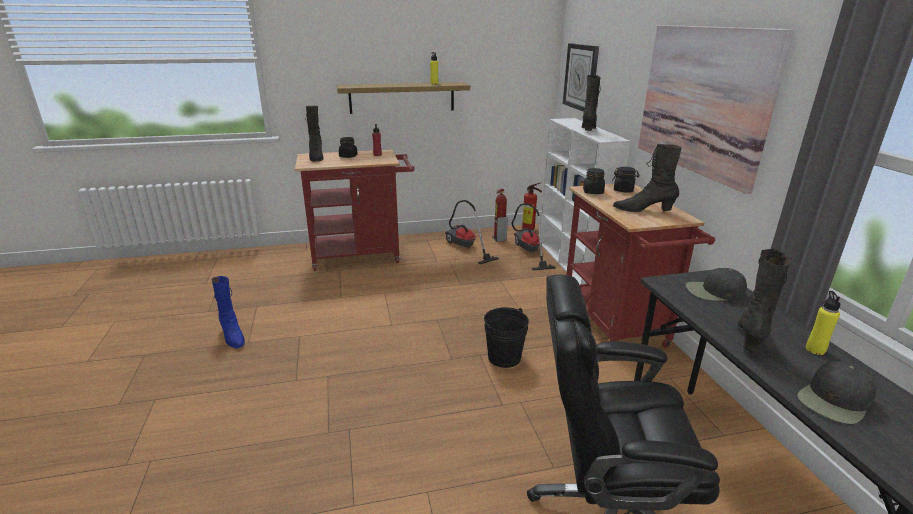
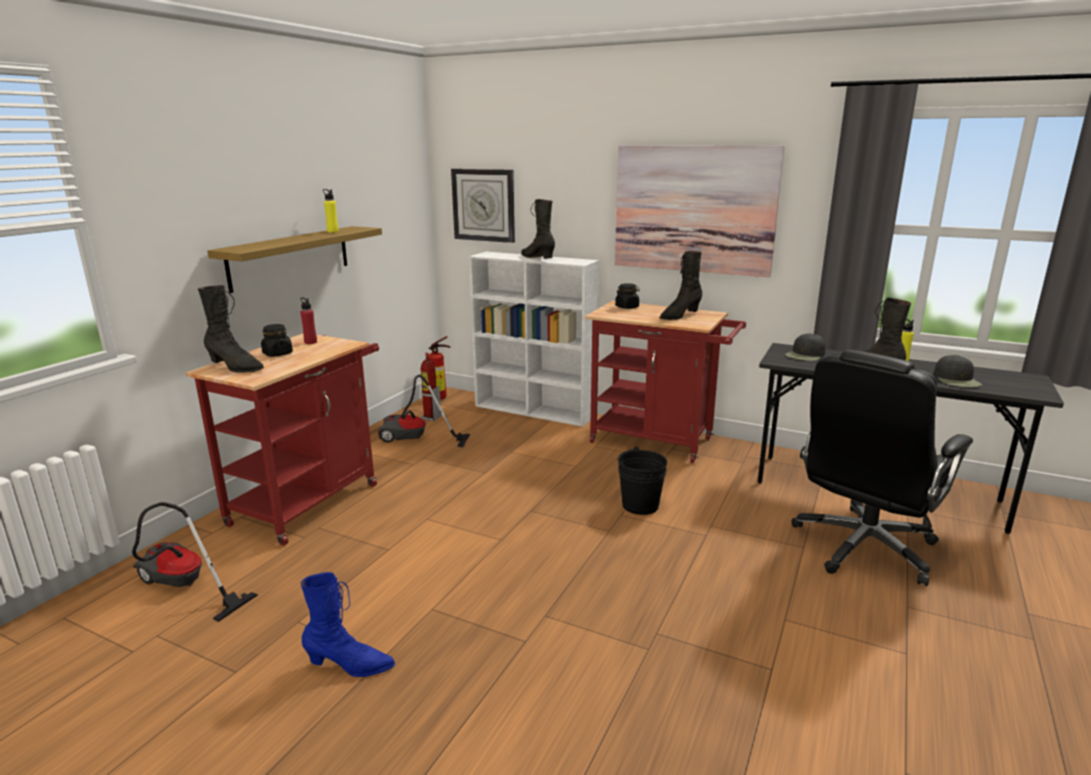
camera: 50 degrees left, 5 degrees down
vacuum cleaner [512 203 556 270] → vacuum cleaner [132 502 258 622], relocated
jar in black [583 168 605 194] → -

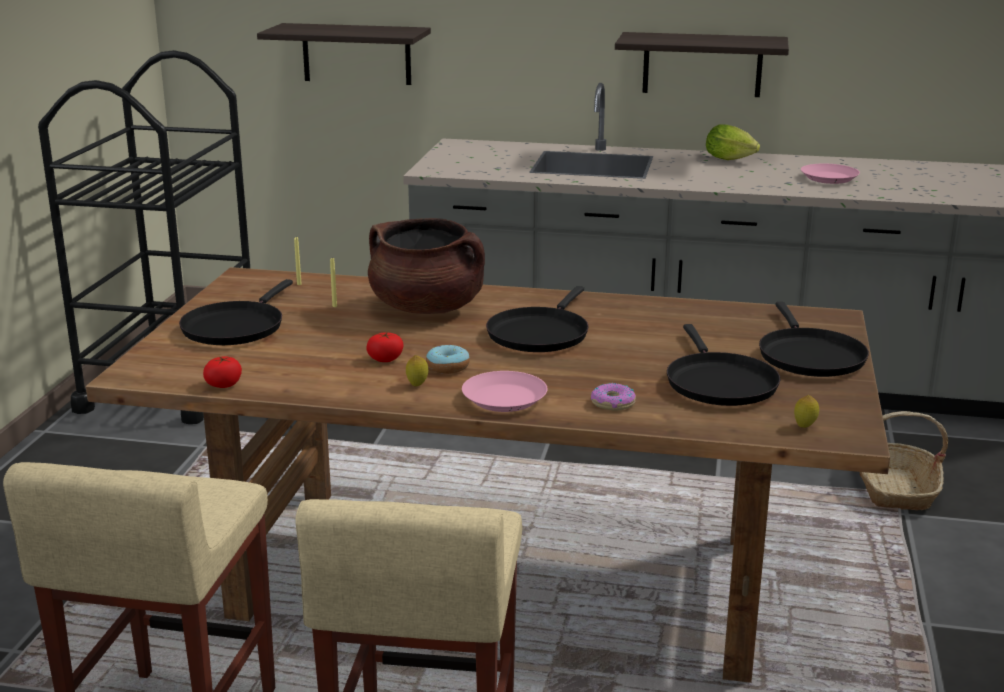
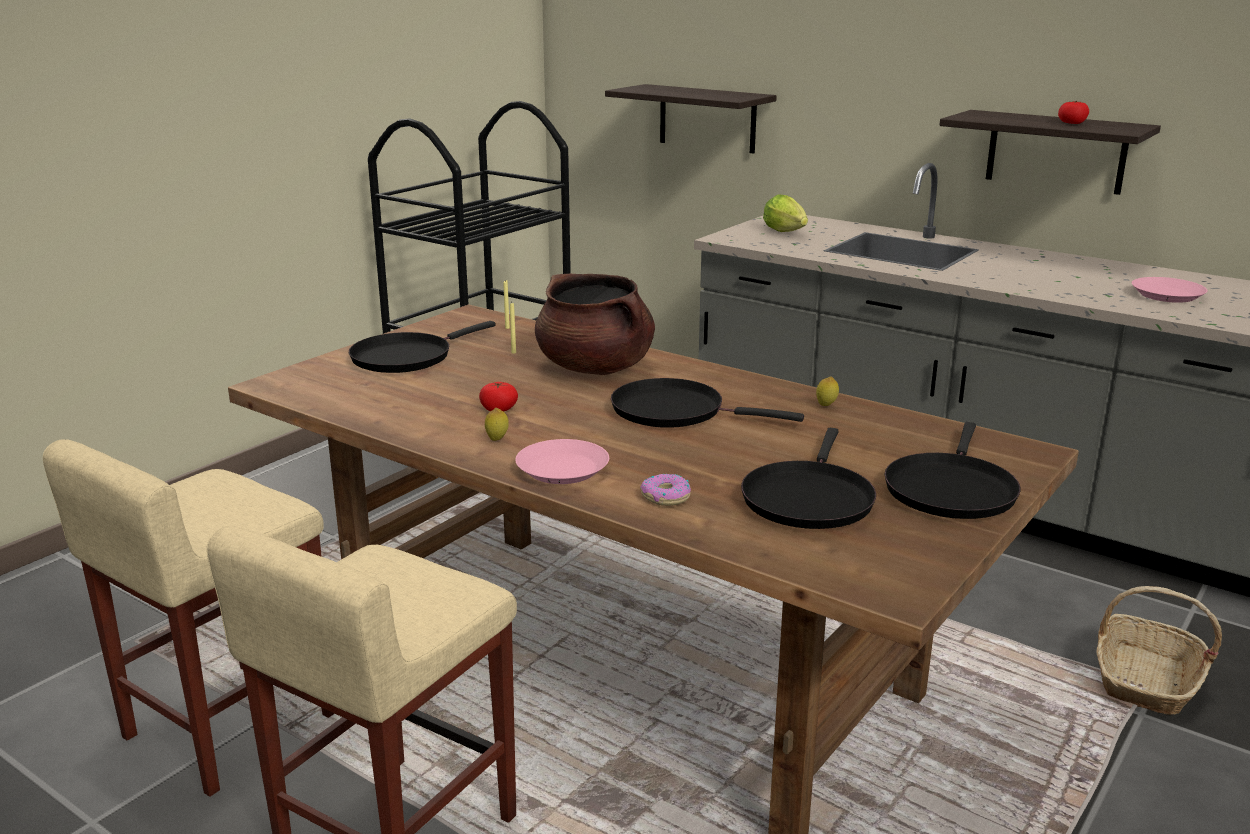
camera: 25 degrees right, 0 degrees up
tomato [203 356 242 388] → tomato [1058 101 1089 124], relocated
donut [426 345 470 374] → -
frying pan in black [486 286 589 352] → frying pan in black [611 378 804 428], 60 degrees clockwise
lettuce [706 125 760 160] → lettuce [763 194 808 232], relocated
lemon [794 395 819 428] → lemon [816 376 839 406], relocated

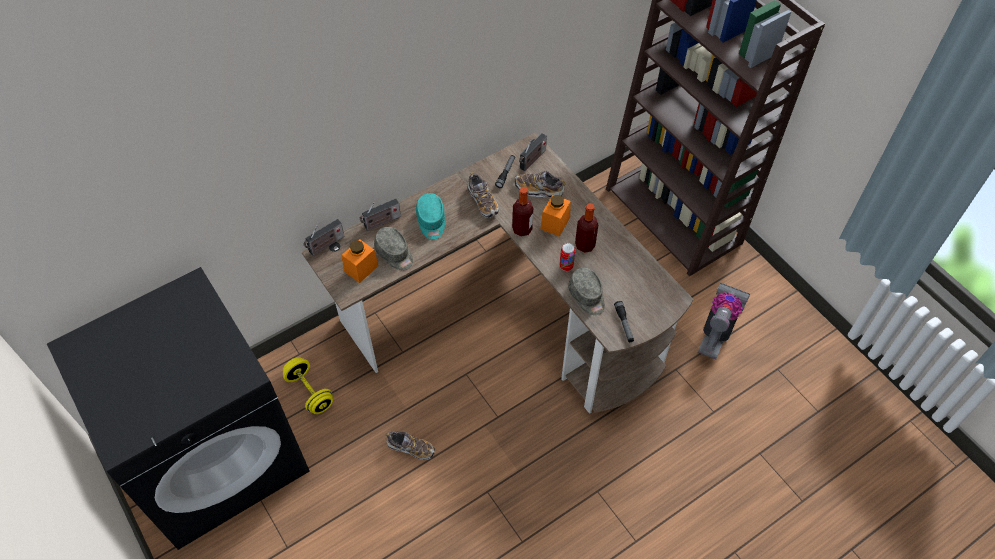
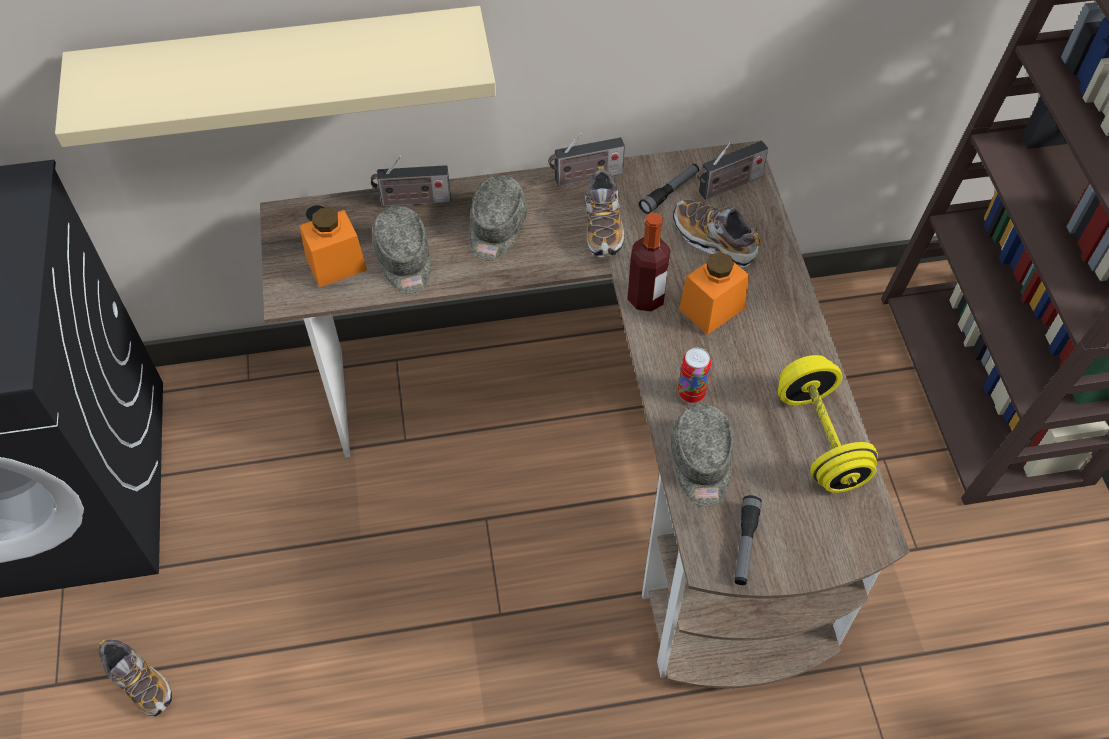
camera: 25 degrees right, 0 degrees up
dumbbell in yellow [283 357 333 414] → dumbbell in yellow [778 355 878 493], relocated
radio [303 219 344 256] → radio [548 133 625 187], relocated
shoe [385 431 435 460] → shoe [99 639 172 717], relocated
cap in turquoise [416 193 445 240] → cap in grey [470 175 527 261]
bottle [575 203 598 253] → -
vacuum cleaner [698 283 750 360] → -
- → shelf in beige [55 6 496 147]

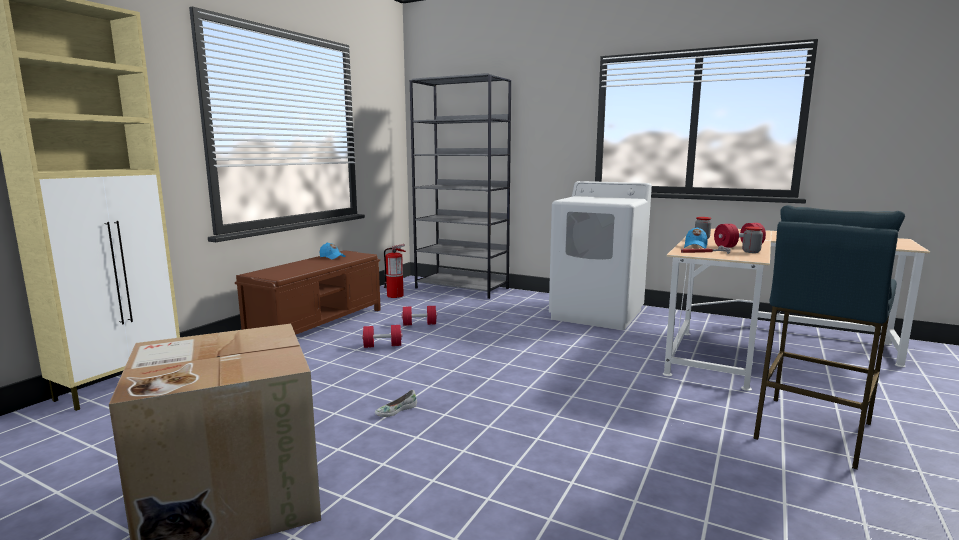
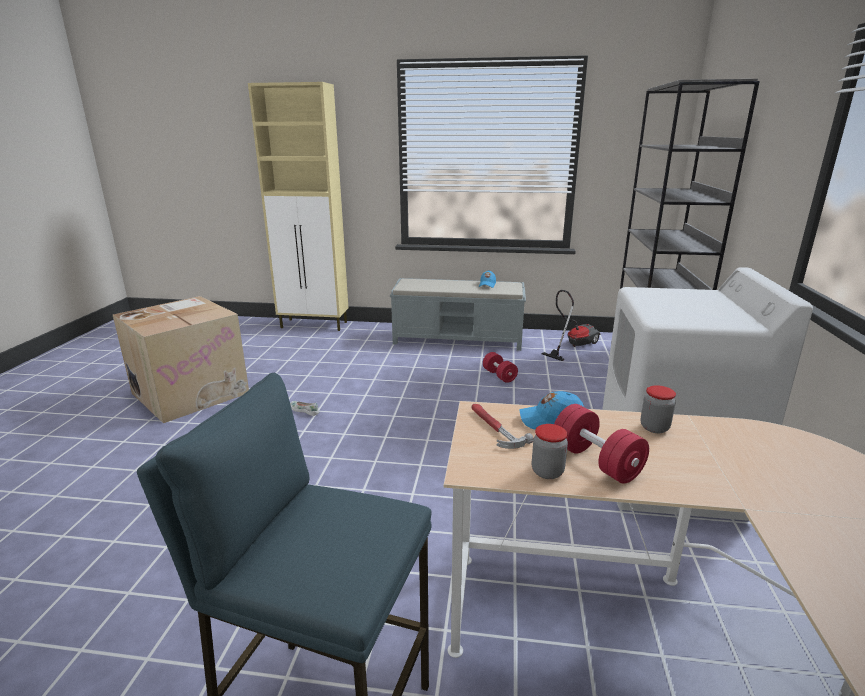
camera: 70 degrees right, 10 degrees up
bench in brown [235 250 381 335] → bench in grey [390 278 526 351]
dumbbell in red [362 325 403 348] → -
fire extinguisher [384 244 406 298] → vacuum cleaner [541 290 600 361]

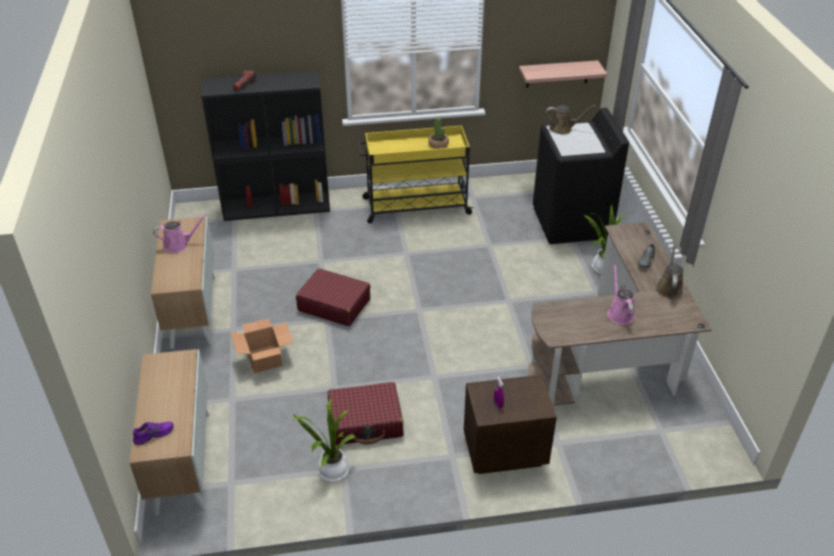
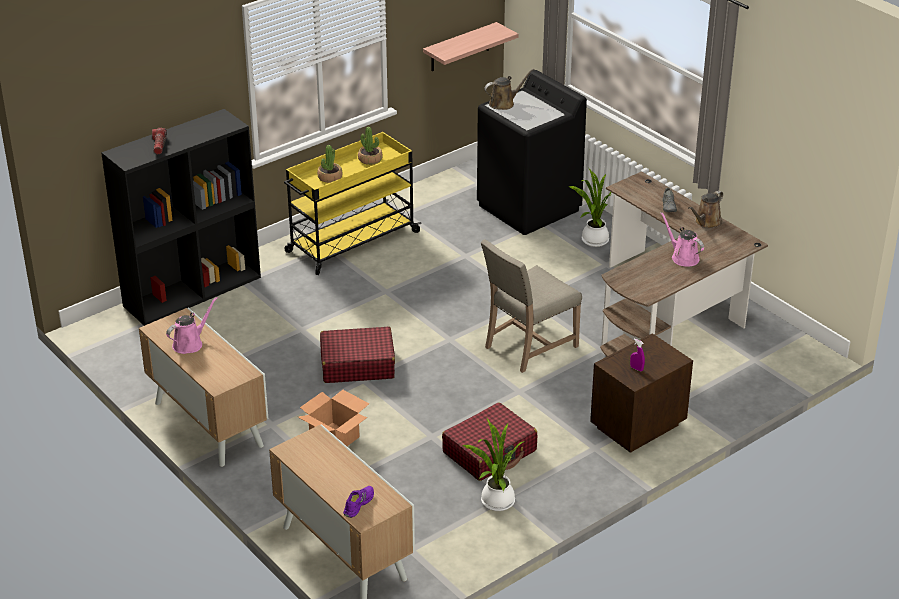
camera: 30 degrees left, 5 degrees down
watering can in brown [656 241 683 299] → watering can in brown [688 191 723 228], 120 degrees counterclockwise
- → potted plant [317 145 343 183]
- → chair in beige [481 239 582 373]

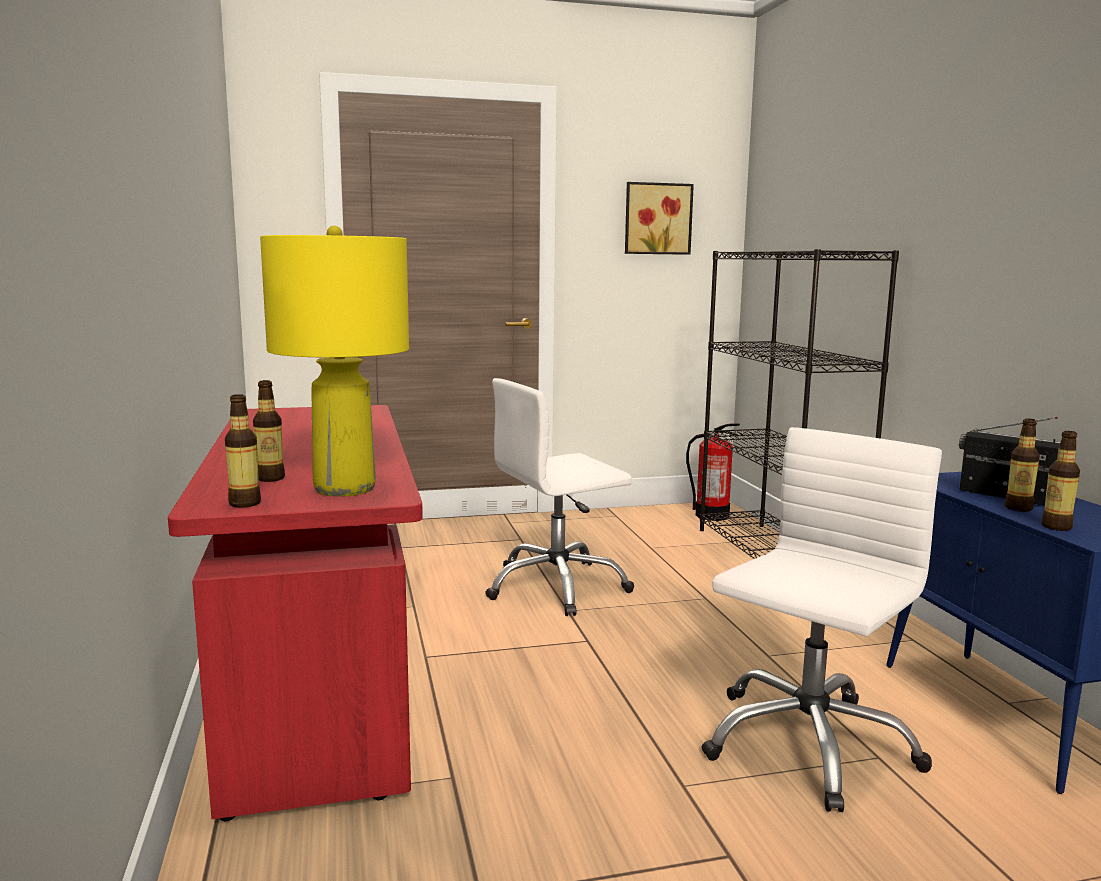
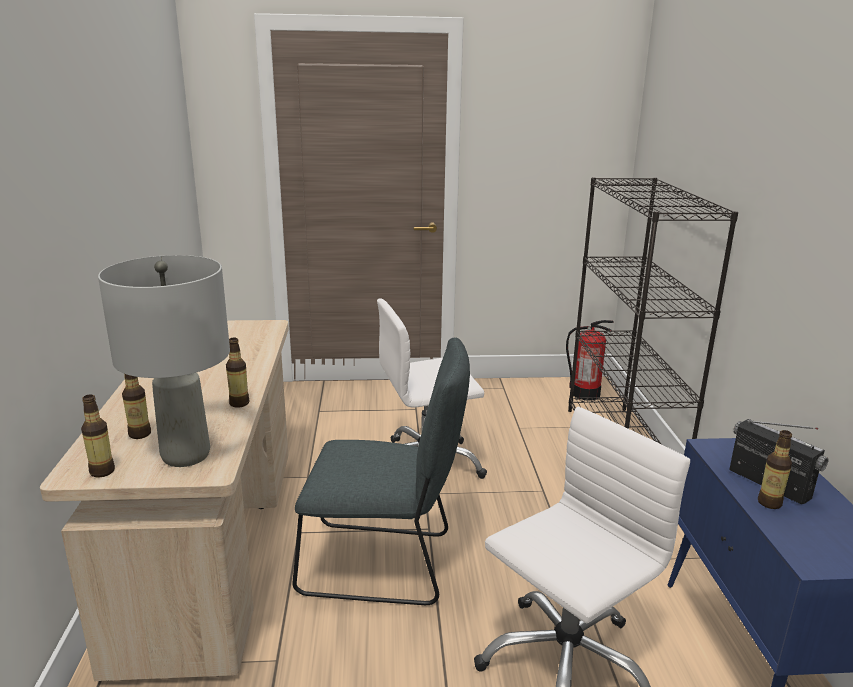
camera: 10 degrees right, 10 degrees up
desk in red [168 405 423 821] → desk in beige [40 320 289 681]
table lamp in yellow [260 226 409 497] → table lamp in grey [98 255 230 467]
picture [625 182 694 255] → -
bottle [1041 431 1080 531] → bottle [226 337 249 408], relocated
- → chair in grey [292 338 470 605]

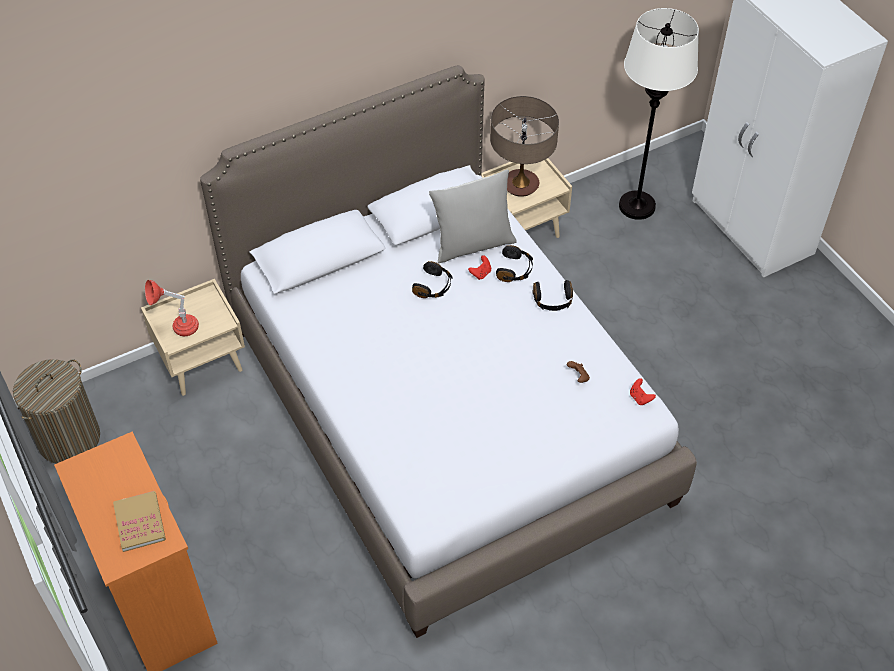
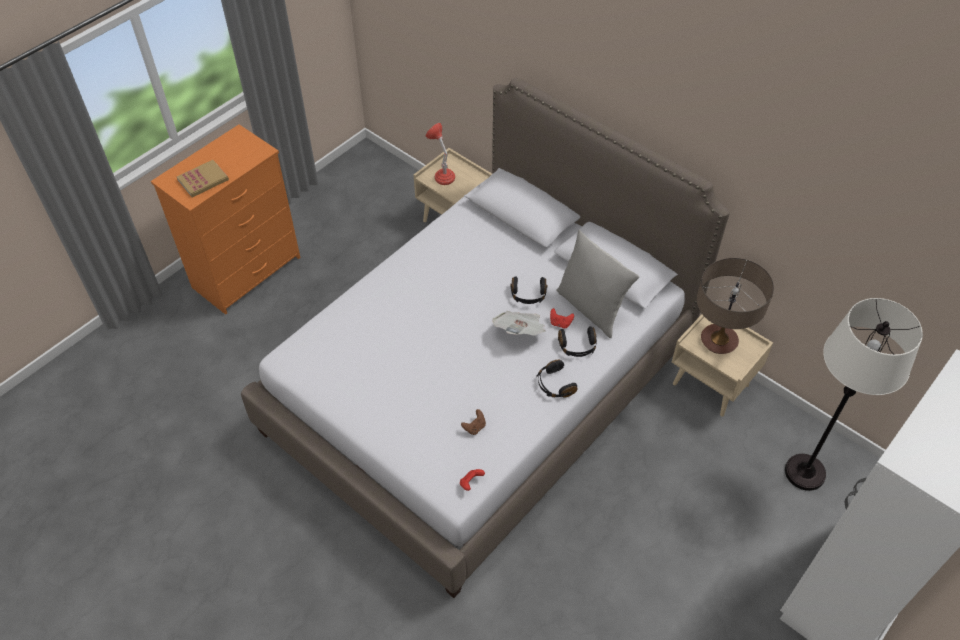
camera: 70 degrees right, 0 degrees up
laundry basket [13 359 100 464] → -
- → newspaper [492 311 546 336]

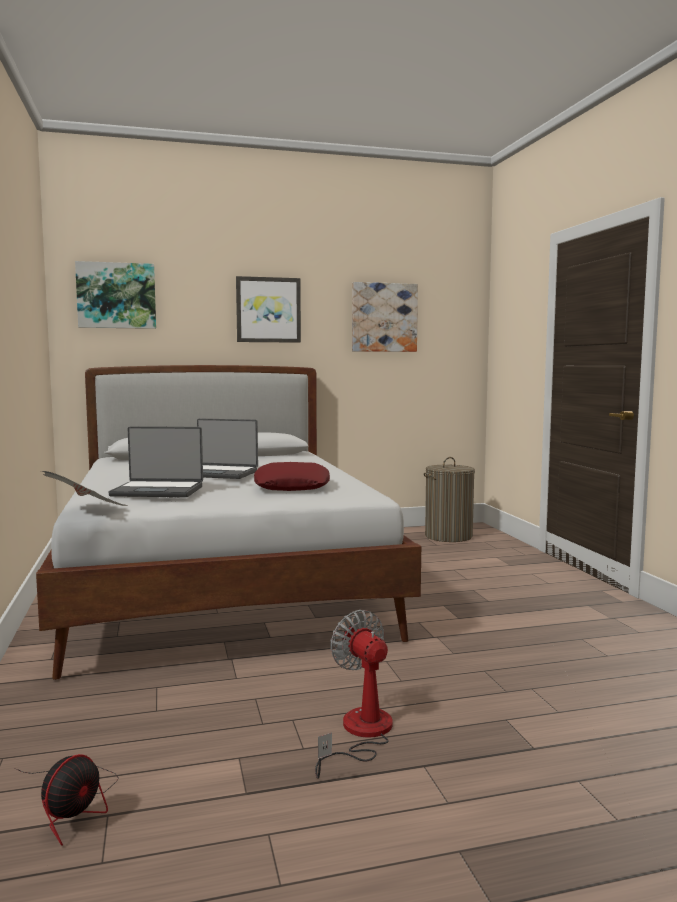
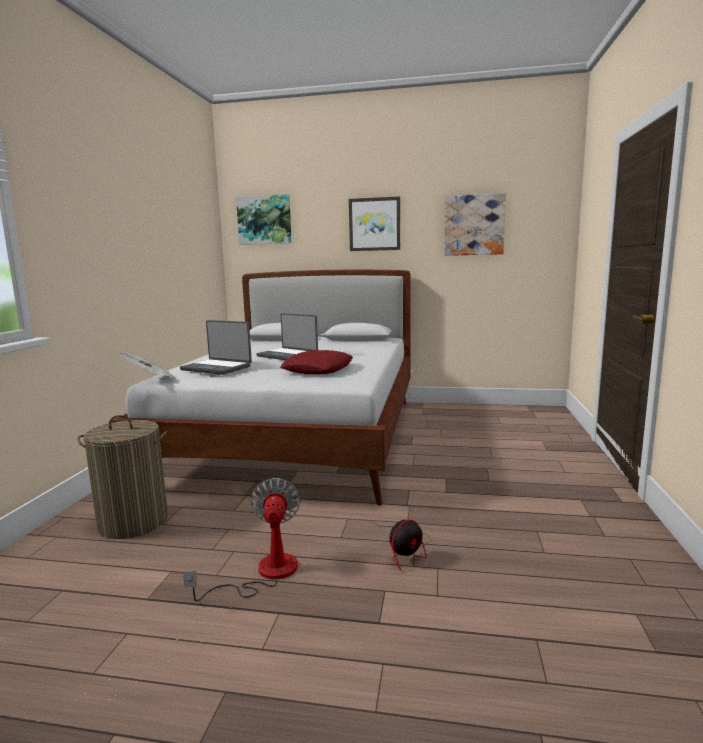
camera: 25 degrees right, 5 degrees up
fan [14 754 119 846] → fan [370 520 432 571], relocated
laundry basket [424 457 475 542] → laundry basket [77 415 168 539], relocated

